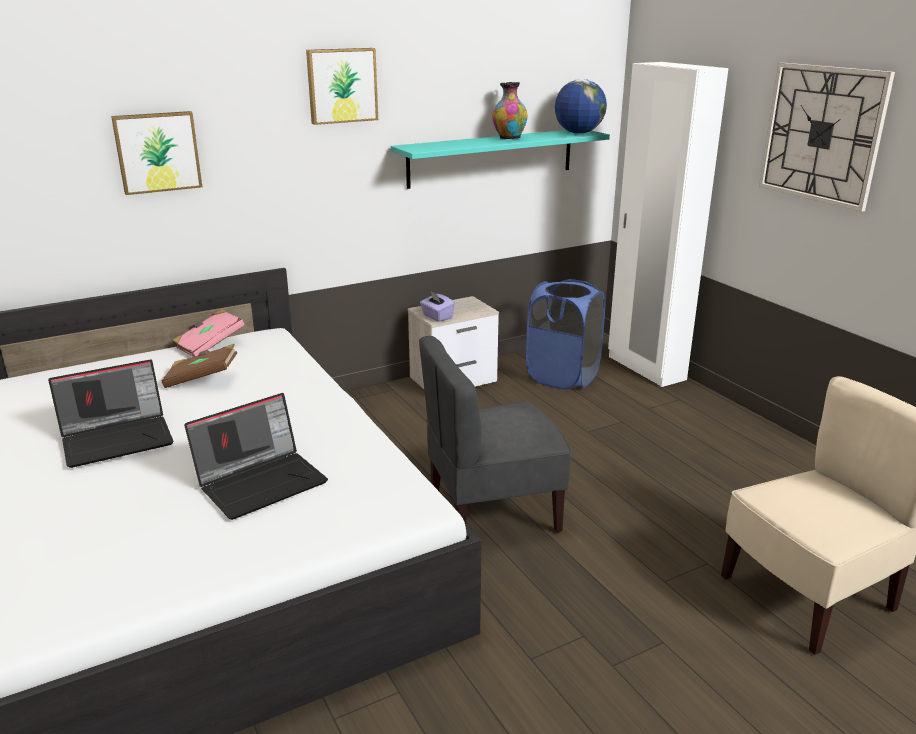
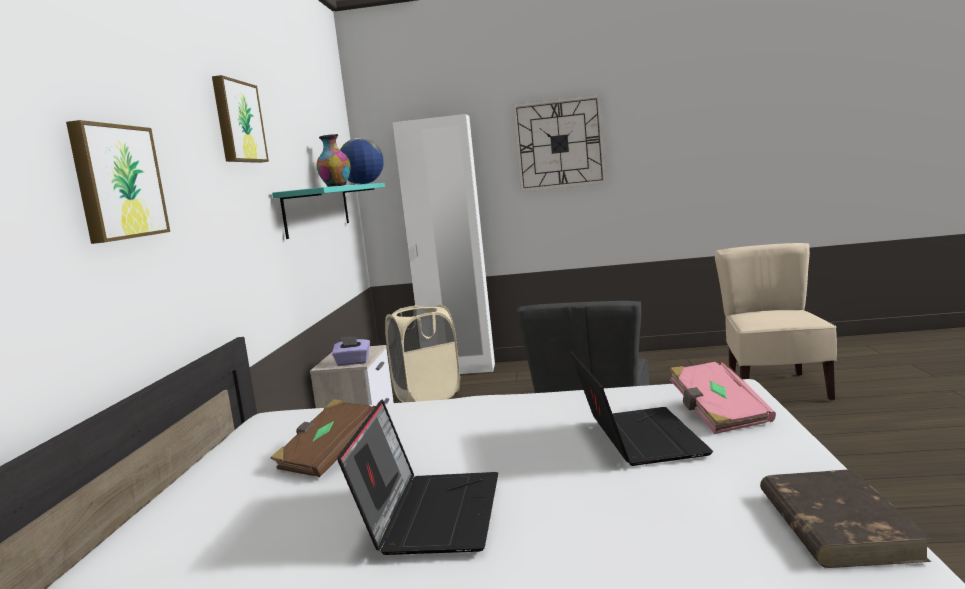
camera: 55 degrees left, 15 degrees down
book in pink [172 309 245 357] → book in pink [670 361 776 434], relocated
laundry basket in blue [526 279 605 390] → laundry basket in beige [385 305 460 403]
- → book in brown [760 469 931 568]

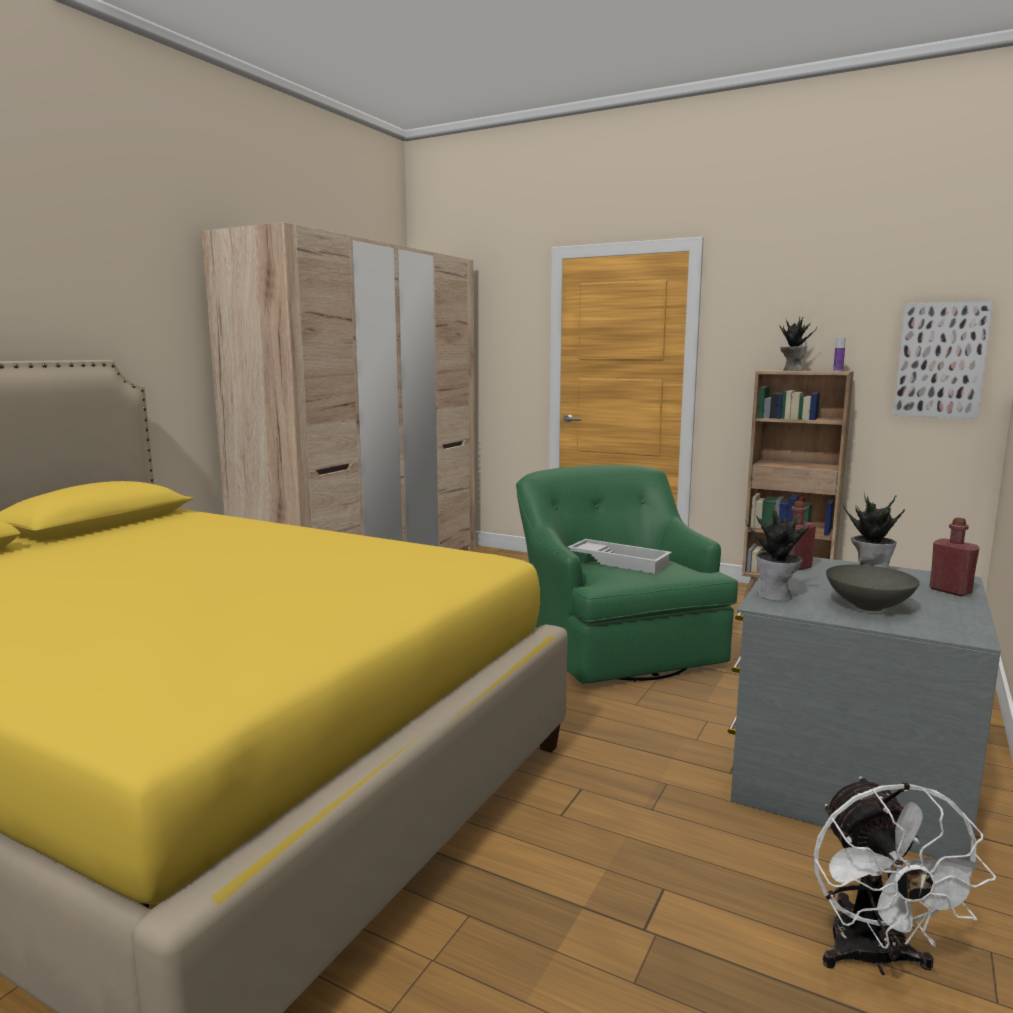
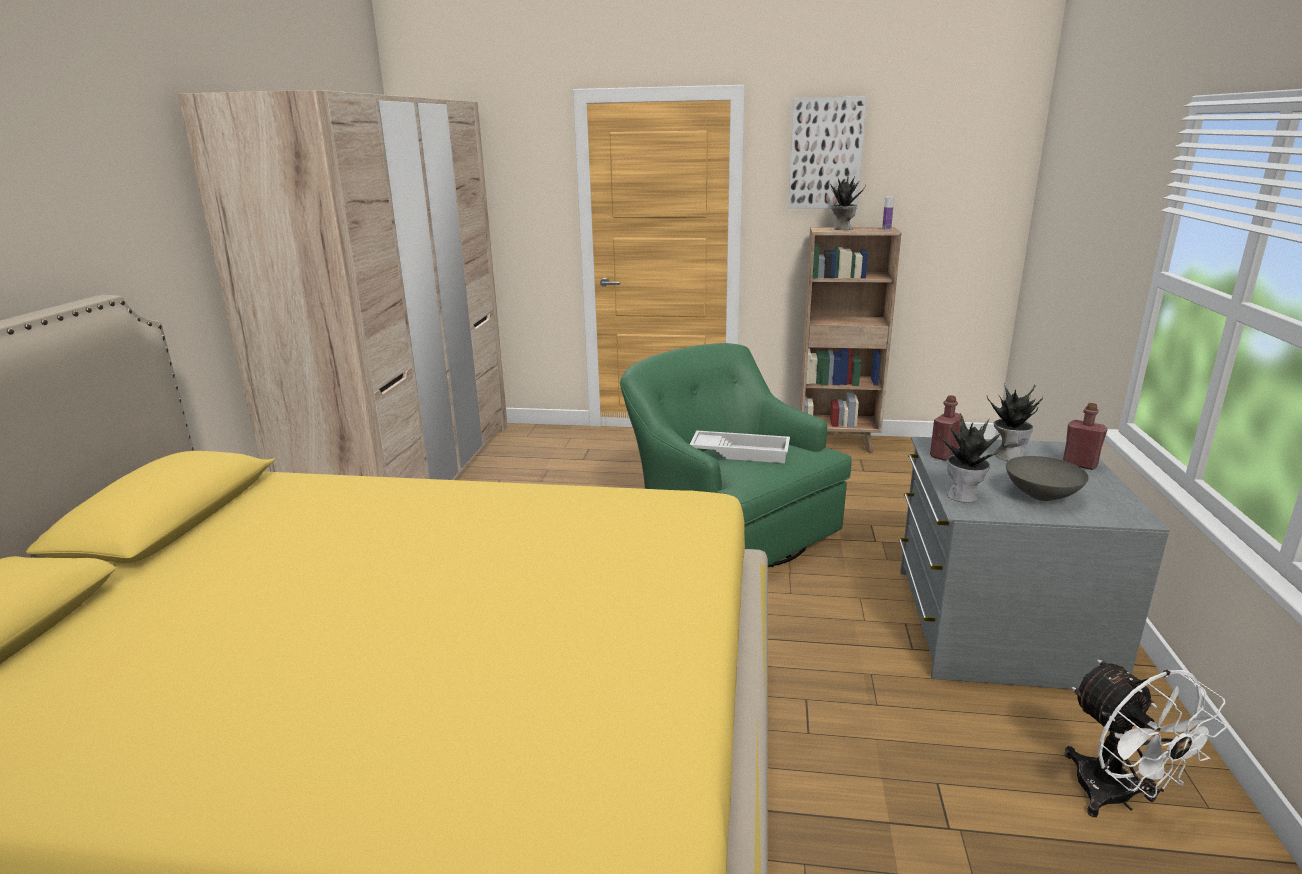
camera: 20 degrees left, 10 degrees up
picture [893 301 993 419] → picture [788 96 867 209], relocated

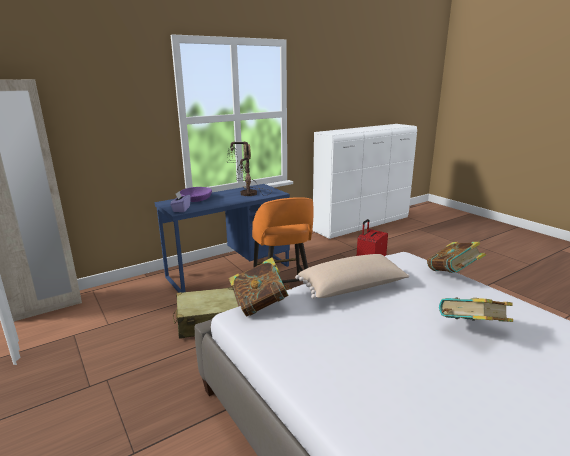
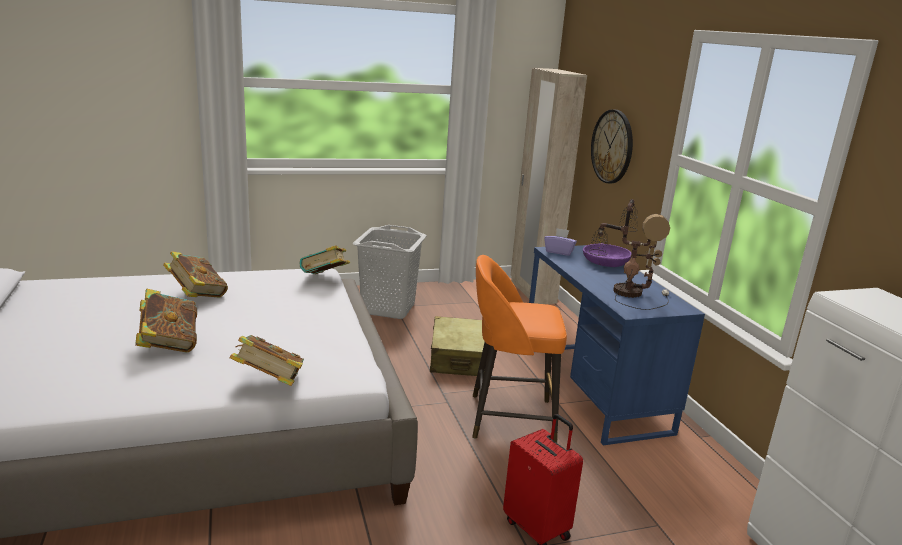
camera: 105 degrees right, 0 degrees up
pillow in beige [295 254 410 299] → -
- → book [163 251 228 298]
- → laundry basket in grey [353 225 427 319]
- → wall clock [591 109 633 183]

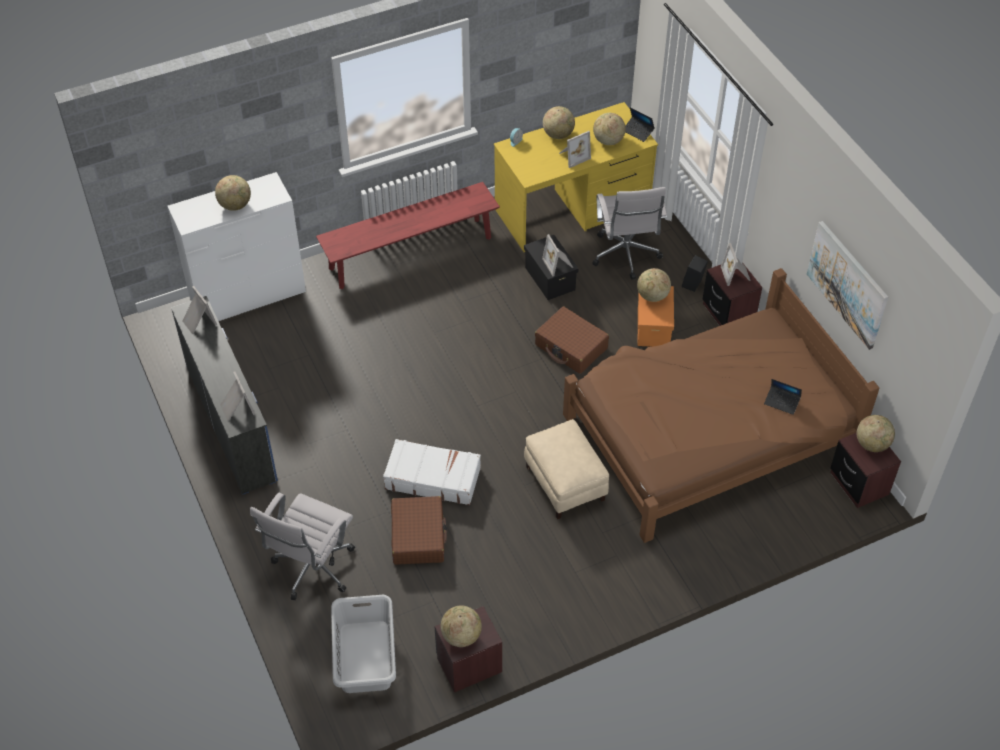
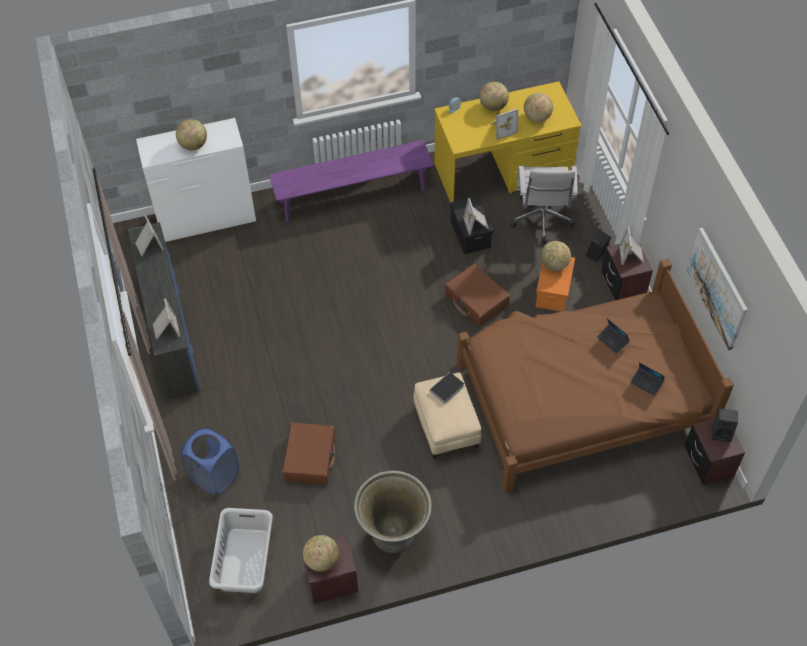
camera: 10 degrees right, 5 degrees up
office chair in white [250 493 355 600] → laundry basket in blue [181 428 239 495]
bench in red [316 182 500 289] → bench in purple [269 140 434 222]
suitcase in white [383 439 481 505] → -
laptop [625 107 654 142] → laptop [597 318 630 354], relocated
globe [857 415 895 452] → speaker in black [712 408 738 442]
- → planter in grey [354 471 432 553]
- → book [429 372 464 404]

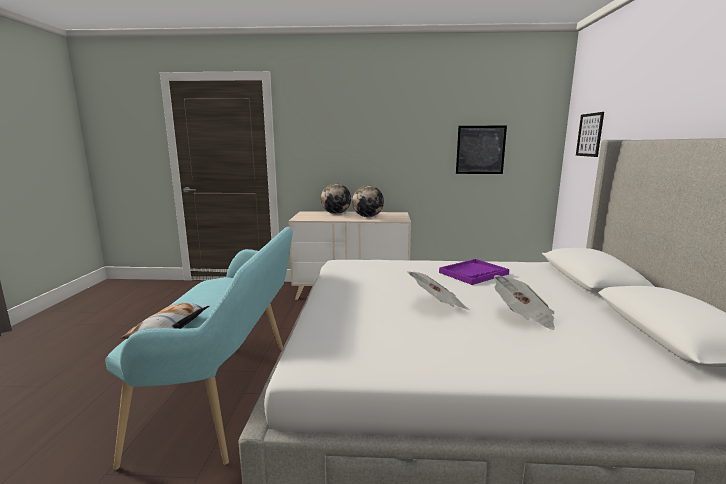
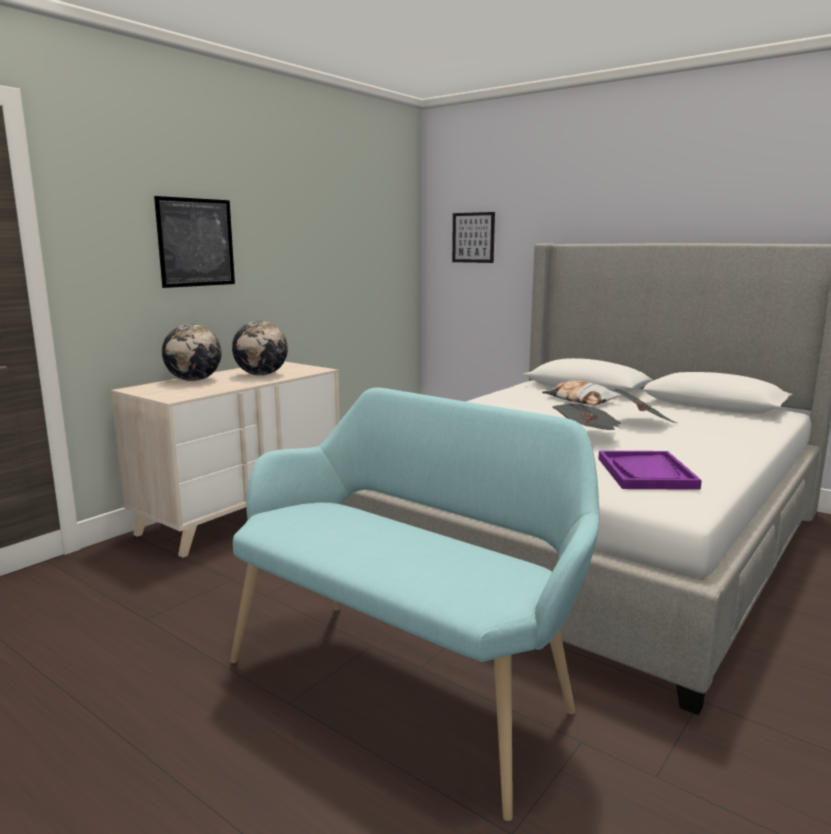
camera: 55 degrees left, 0 degrees up
pillow [120 303 210 339] → pillow [542 380 622 405], relocated
tray in purple [439 259 509 285] → tray in purple [598 451 702 490], relocated
picture [456 126 507 174] → picture [154 196 235 288], relocated

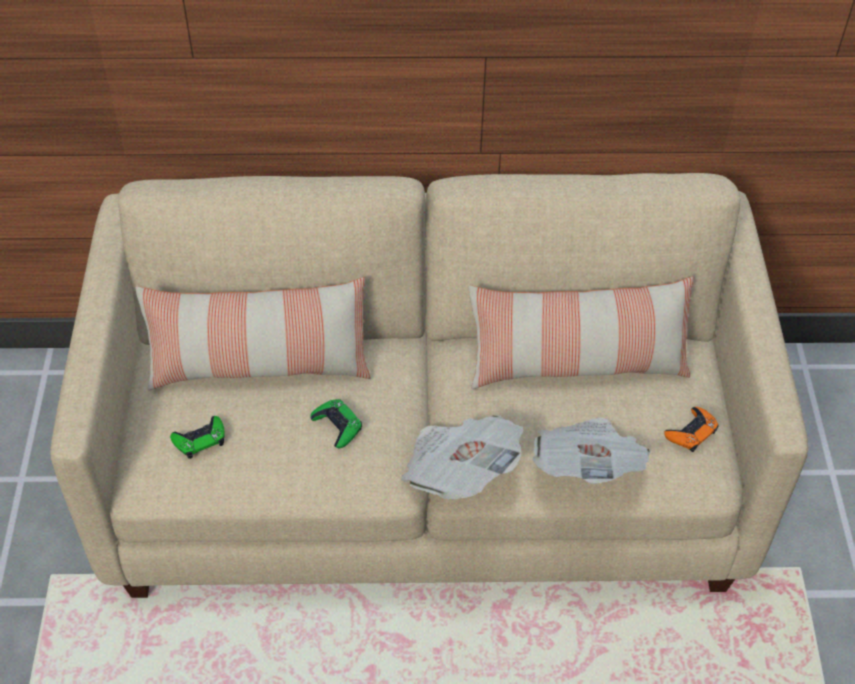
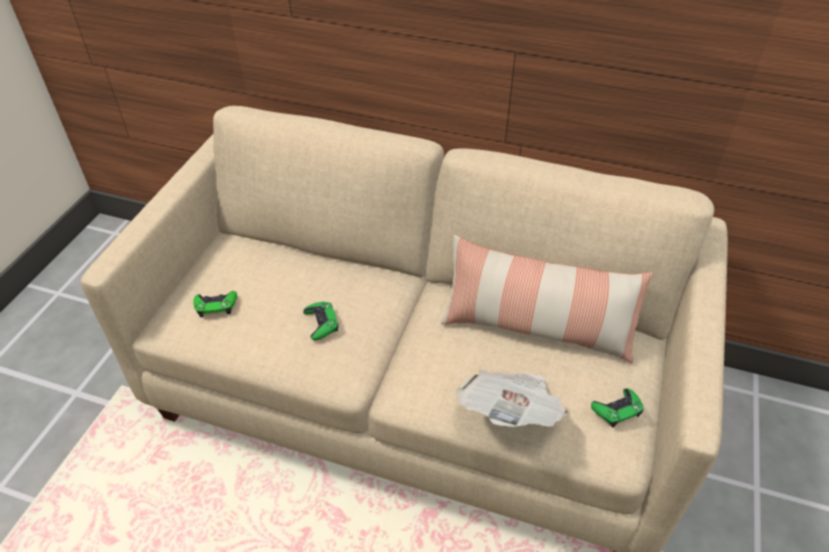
camera: 20 degrees right, 5 degrees down
pillow [135 277 371 391] → -
newspaper [401 415 524 499] → -
game controller in orange [664 407 719 452] → game controller in green [591 388 643 427]

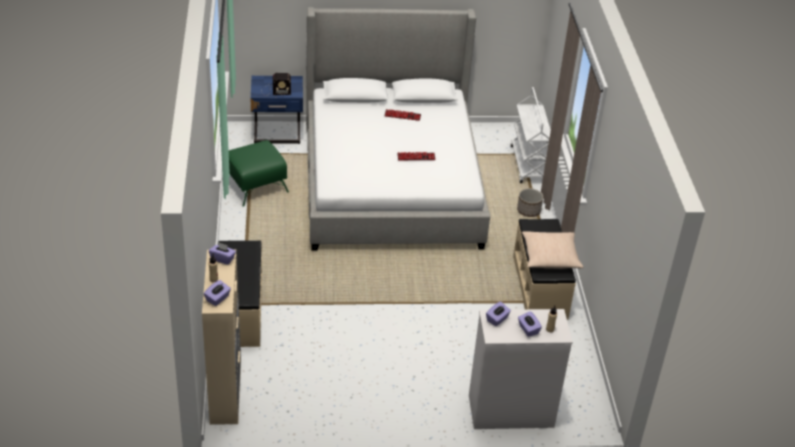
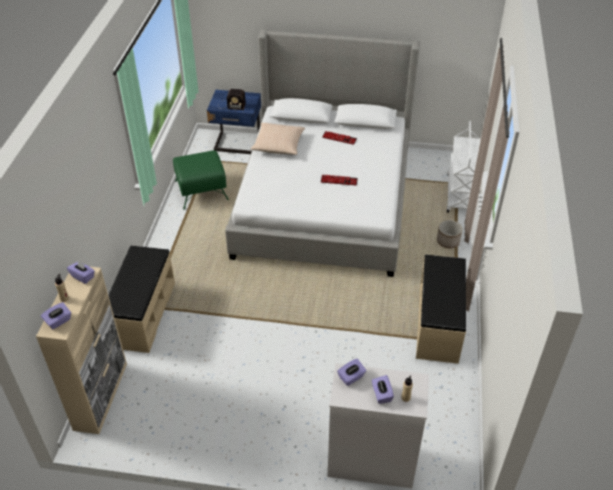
camera: 15 degrees right, 5 degrees up
pillow in beige [522 231 583 269] → pillow in beige [251 123 305 155], relocated

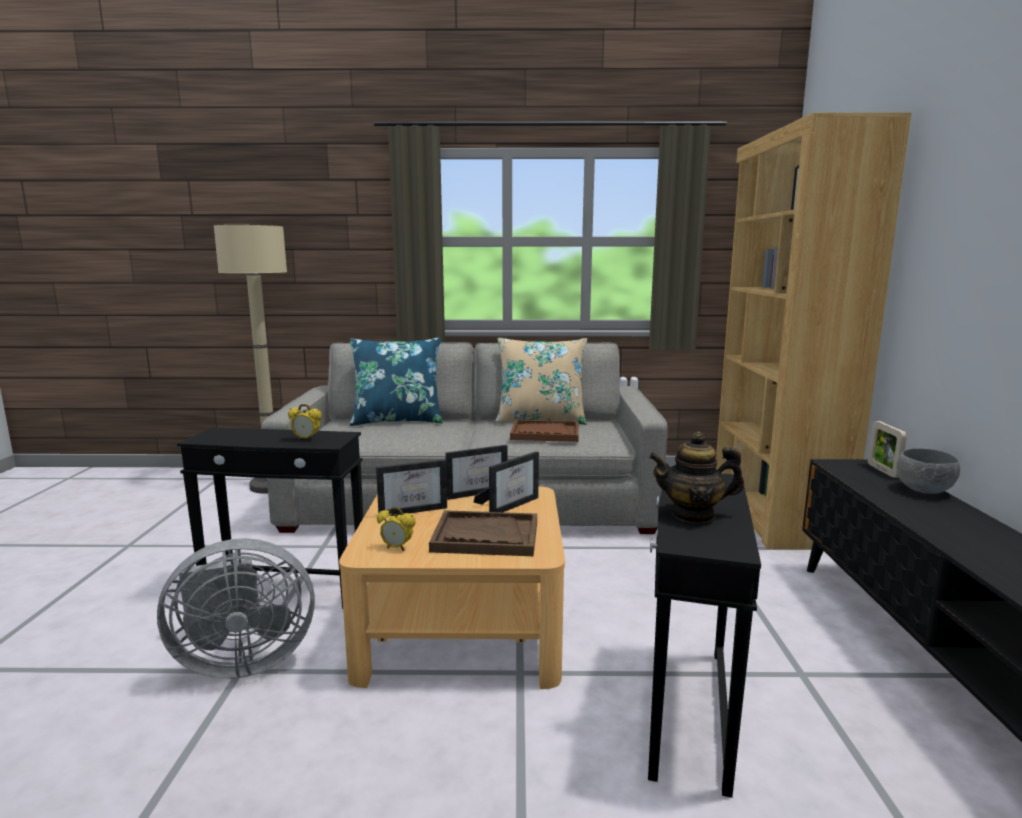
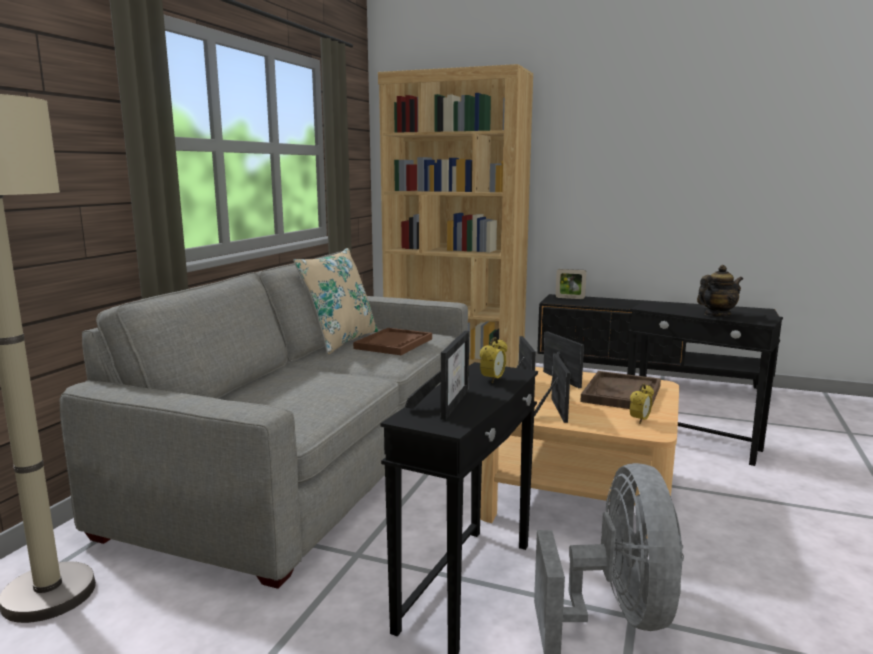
camera: 70 degrees left, 0 degrees up
pillow in blue [350 337 443 426] → -
teapot [649 432 744 523] → teapot [697 265 743 317], 135 degrees counterclockwise
bowl in grey [896 449 960 494] → -
- → picture frame [405 331 469 420]

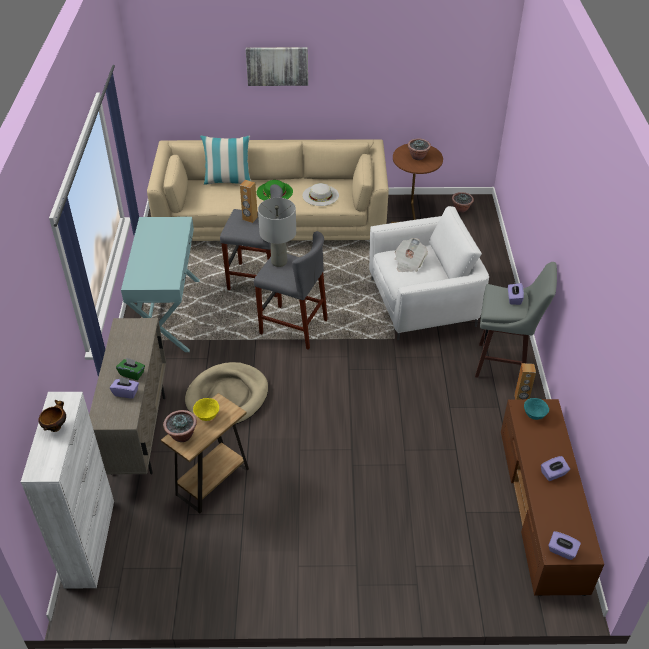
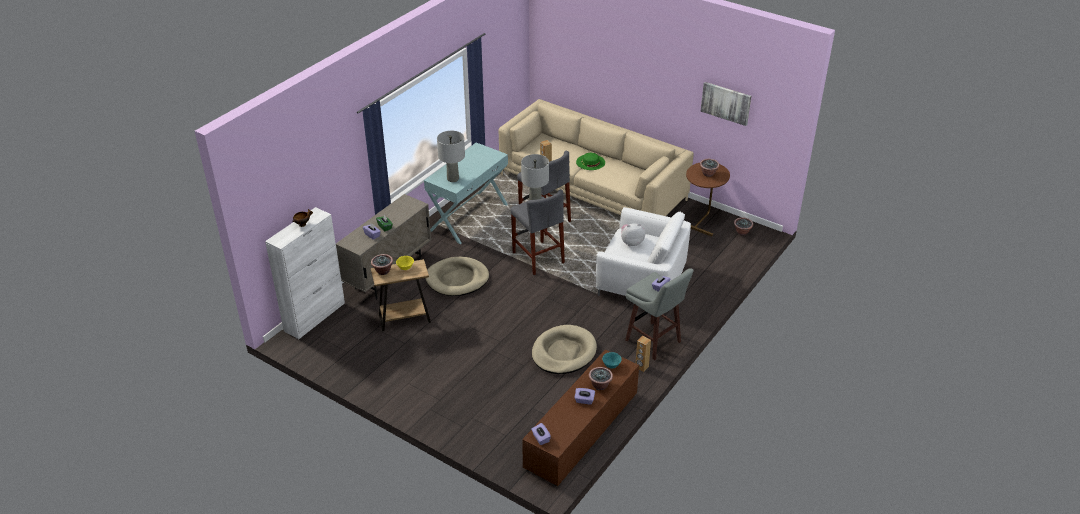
camera: 35 degrees right, 5 degrees down
pillow [200 136 251 185] → -
picture [246 47 308 86] → picture [701 82 751 126], relocated
hat in white [302 183 339 206] → -
newspaper [395 238 428 272] → plush toy [621 223 645 246]
- → table lamp in grey [437 131 465 182]
- → dog bed in beige [532 325 597 374]
- → potted plant [589 367 613 390]

